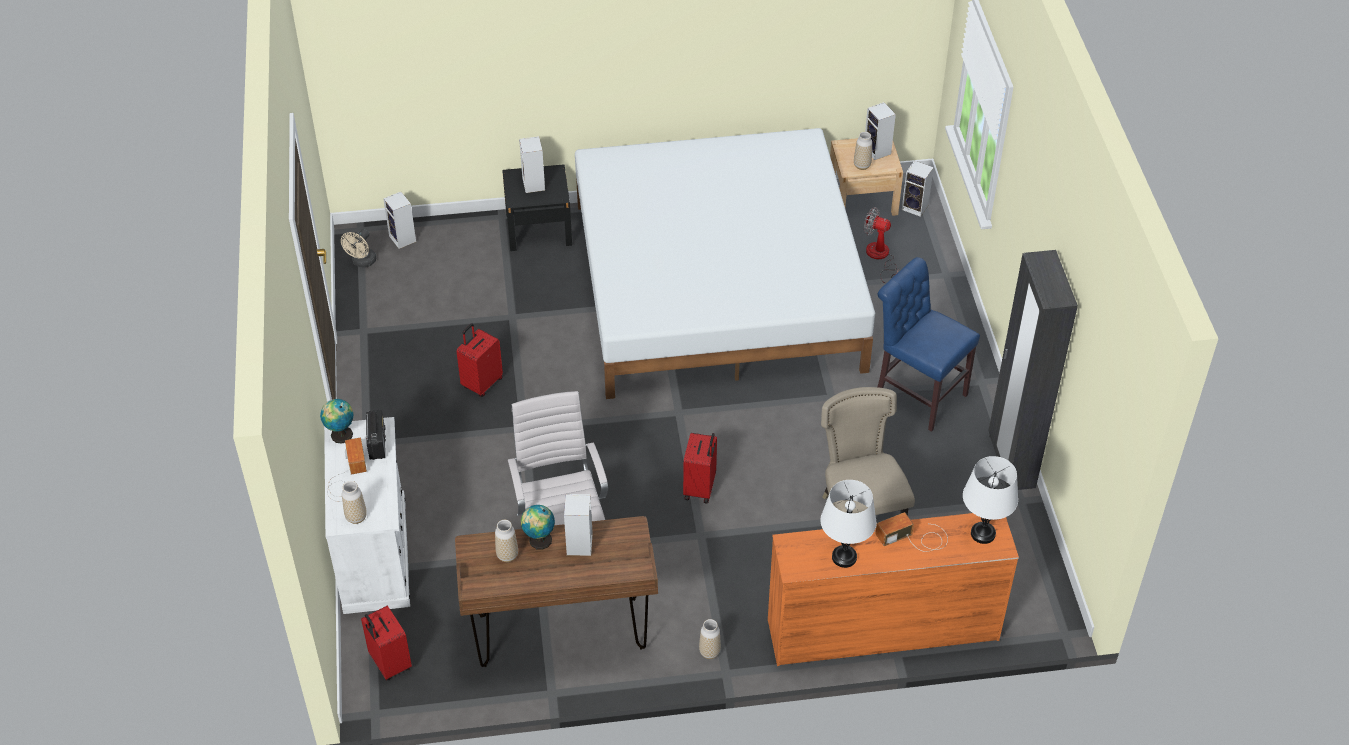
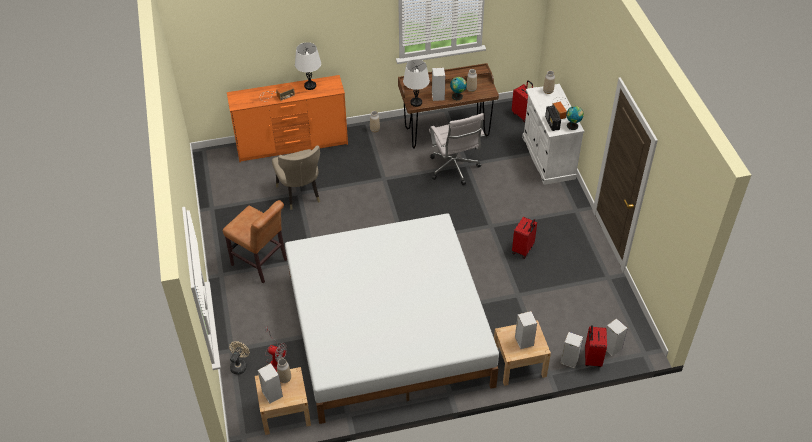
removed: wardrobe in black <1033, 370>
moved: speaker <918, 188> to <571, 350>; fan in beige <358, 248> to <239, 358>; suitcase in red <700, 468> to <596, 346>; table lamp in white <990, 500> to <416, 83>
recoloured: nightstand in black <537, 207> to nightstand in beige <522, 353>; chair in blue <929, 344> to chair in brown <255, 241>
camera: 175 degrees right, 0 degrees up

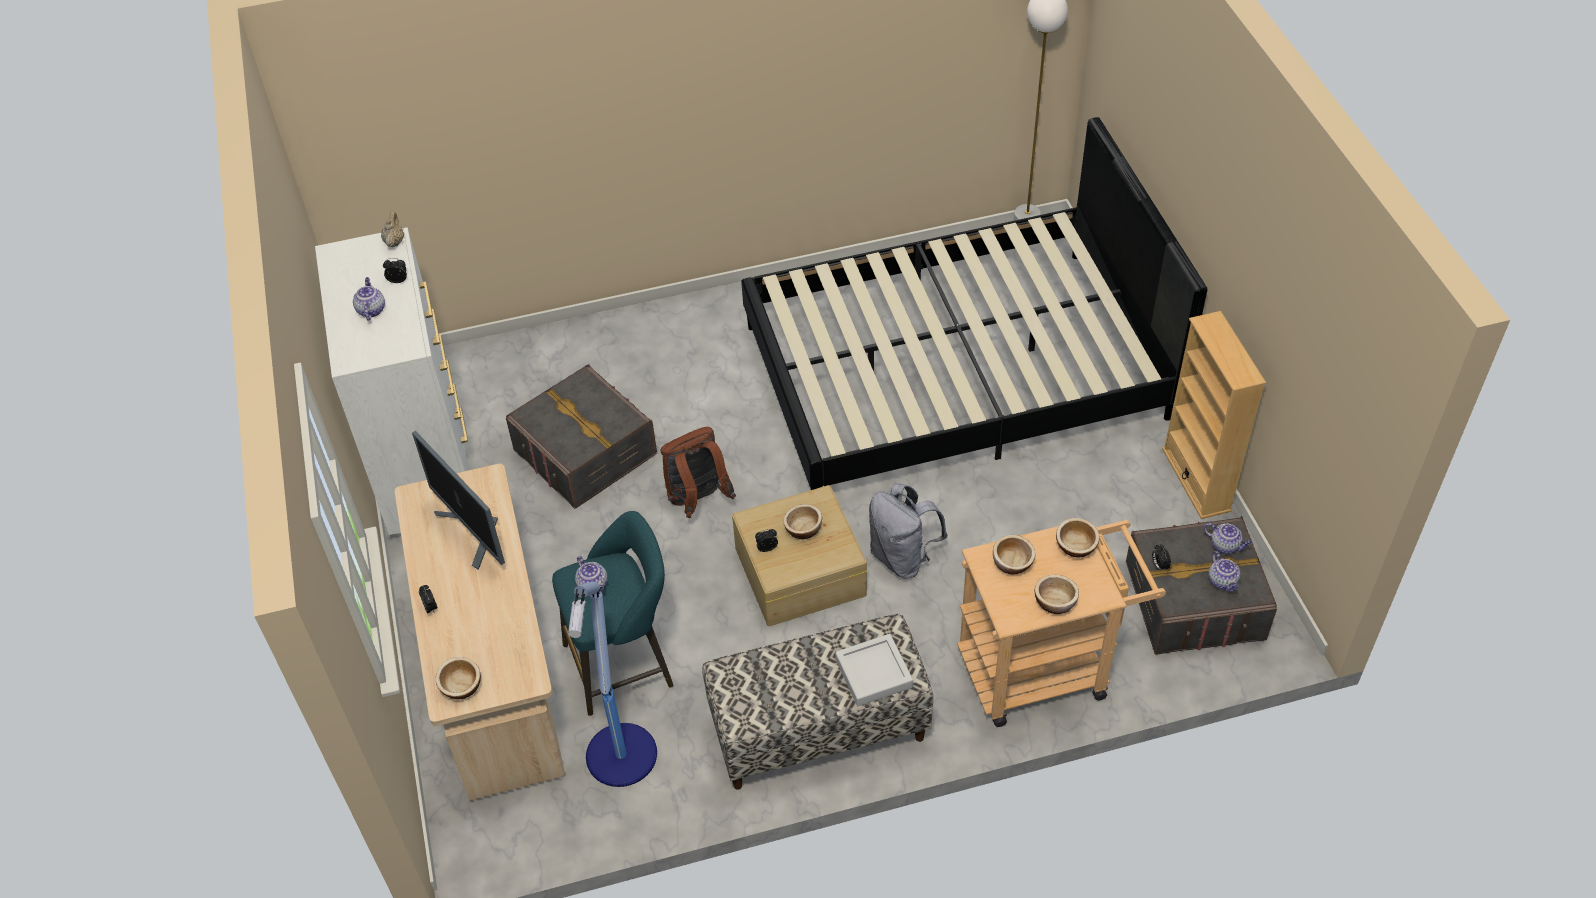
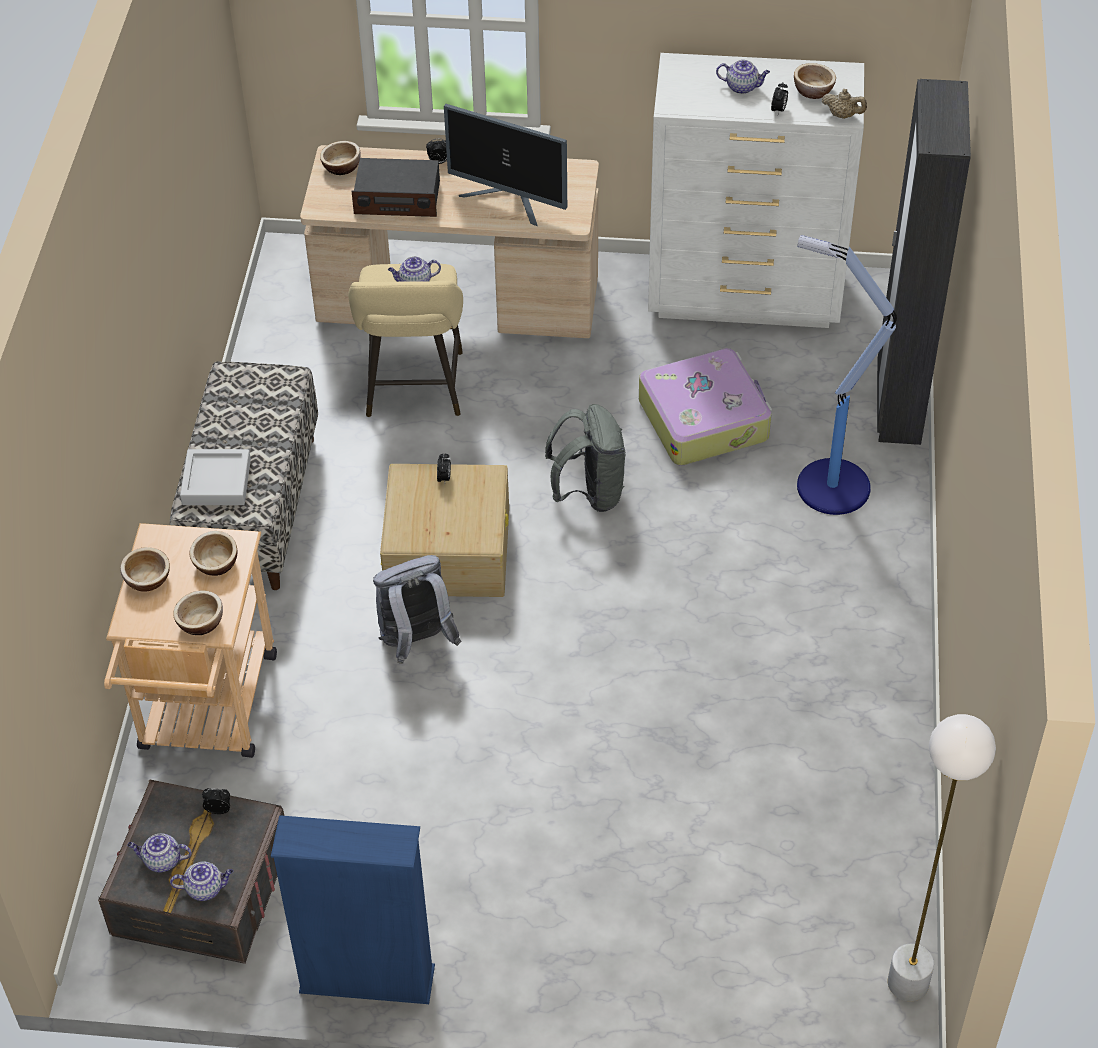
removed: bed in black <974, 303>
added: wardrobe in black <924, 262>; radio <395, 187>
moved: bowl <802, 521> to <815, 81>; floor lamp <612, 684> to <847, 375>
replaced: storage box in grey <581, 436> to suitcase <705, 407>
recoloured: bookcase in beige <1214, 415> to bookcase in blue <353, 909>; backpack in brown <698, 472> to backpack in grey <585, 458>; stool in turquoise <612, 613> to stool in beige <405, 340>
turned: monitor <458, 500> = <505, 165> 135 degrees counterclockwise; teapot <1228, 538> = <201, 881> 150 degrees counterclockwise
camera: 110 degrees right, 0 degrees up

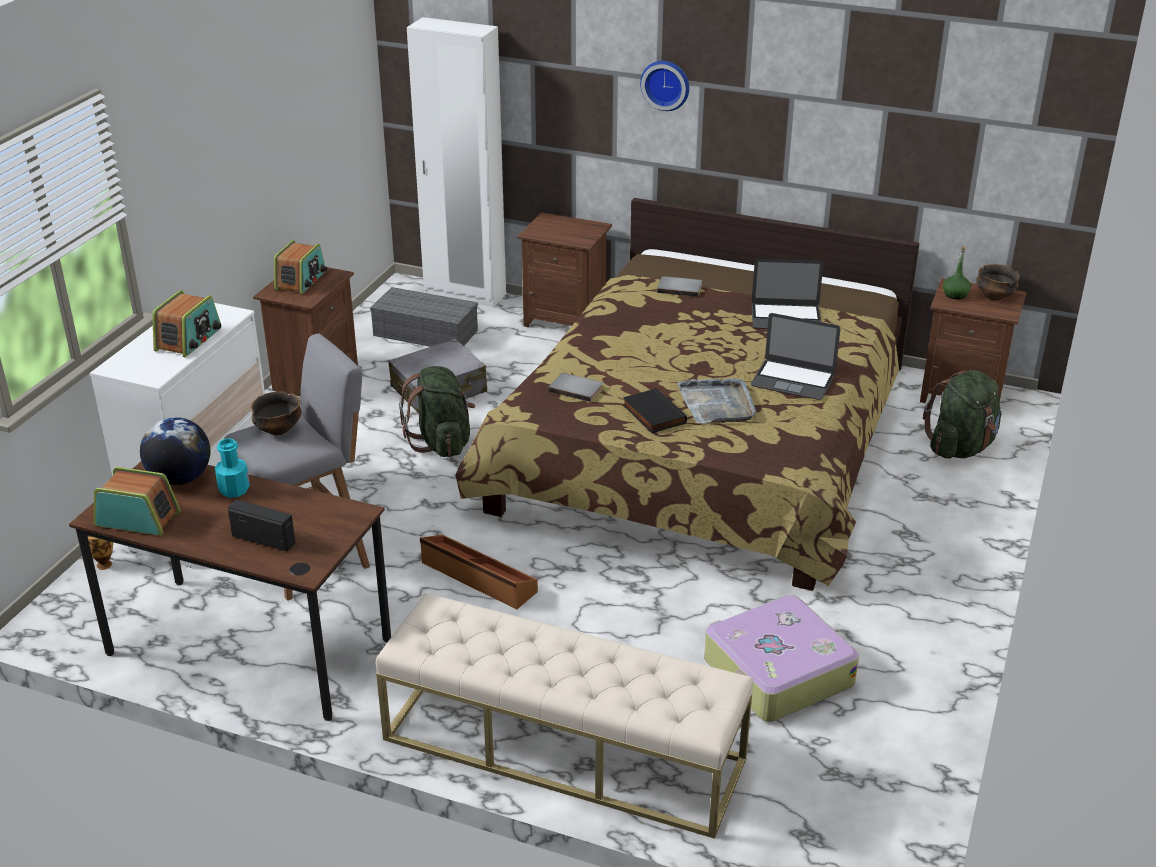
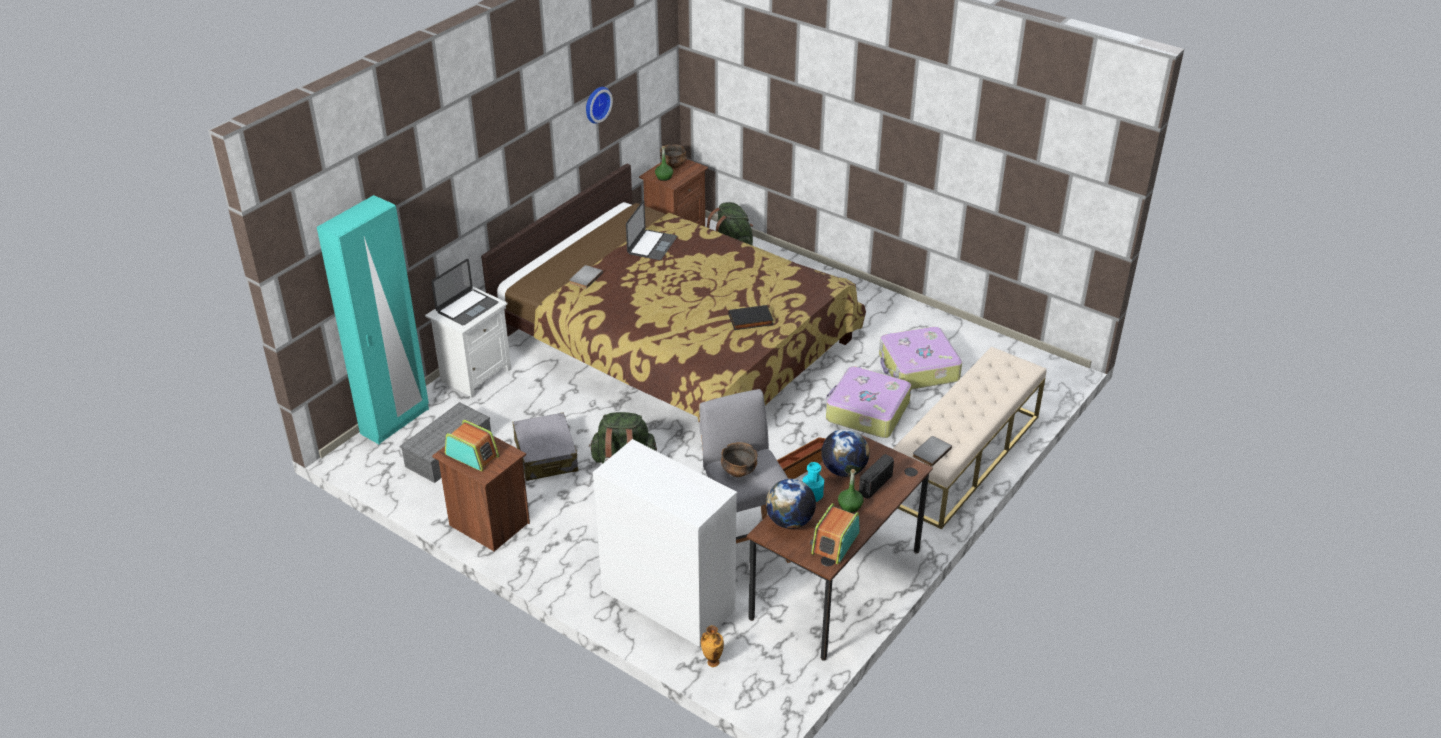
removed: radio <186, 323>; tray in grey <717, 400>
added: suitcase <868, 402>; globe <845, 453>; bottle in green <851, 491>
moved: wall clock <664, 86> to <599, 105>; laptop <795, 356> to <464, 292>; book in grey <575, 387> to <932, 451>
recoloured: wardrobe in white <456, 162> to wardrobe in turquoise <373, 319>; nightstand in brown <564, 269> to nightstand in white <468, 342>
camera: 75 degrees left, 5 degrees up

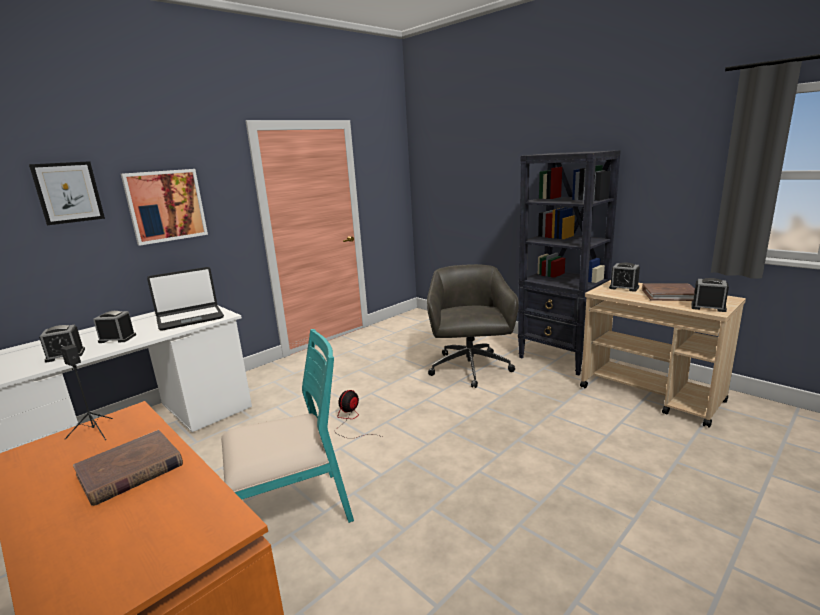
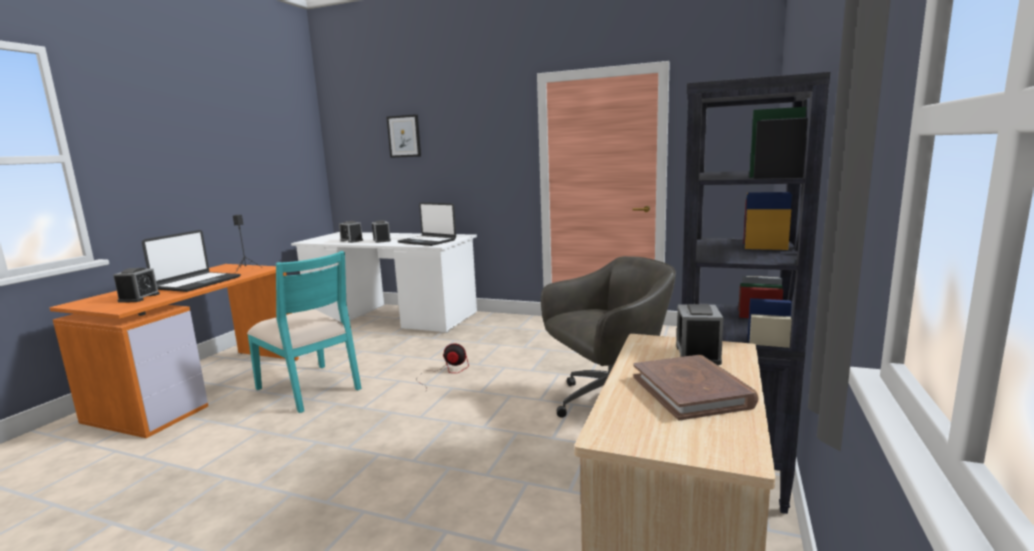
removed: picture <164, 207>
moved: alarm clock <710, 295> to <136, 285>
replaced: book in brown <128, 468> to laptop <191, 261>
camera: 65 degrees right, 5 degrees down

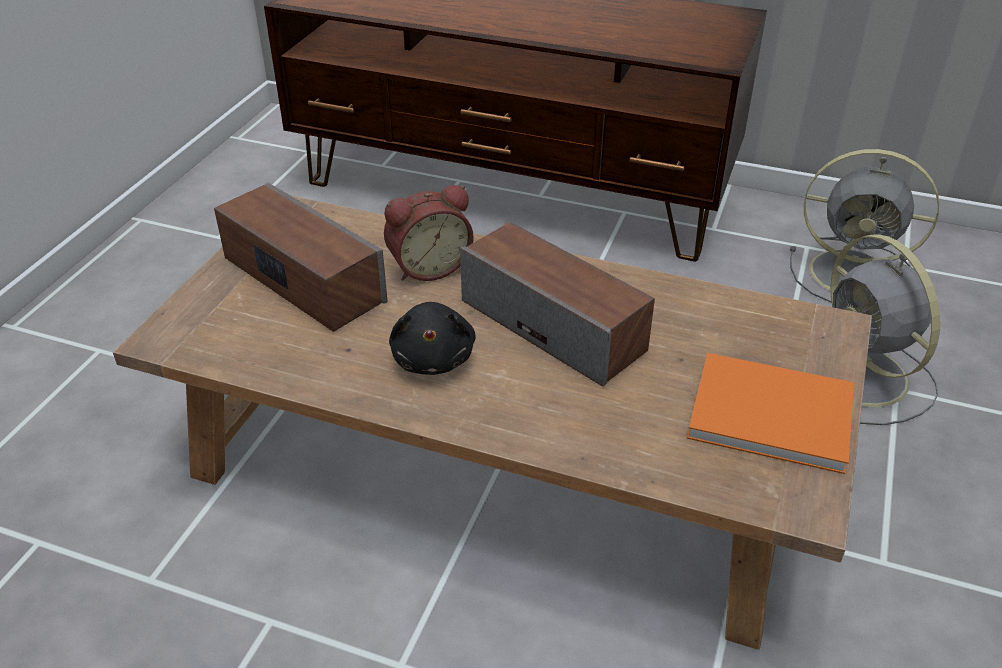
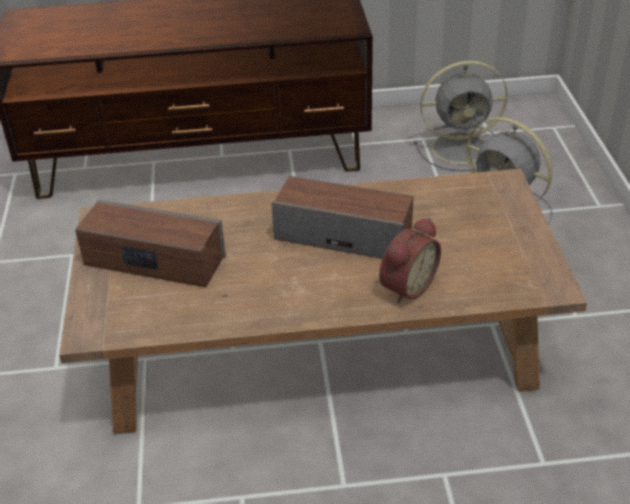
removed: plush toy in black <432, 338>; book in orange <770, 413>
moved: alarm clock <428, 233> to <410, 261>
camera: 25 degrees left, 0 degrees up

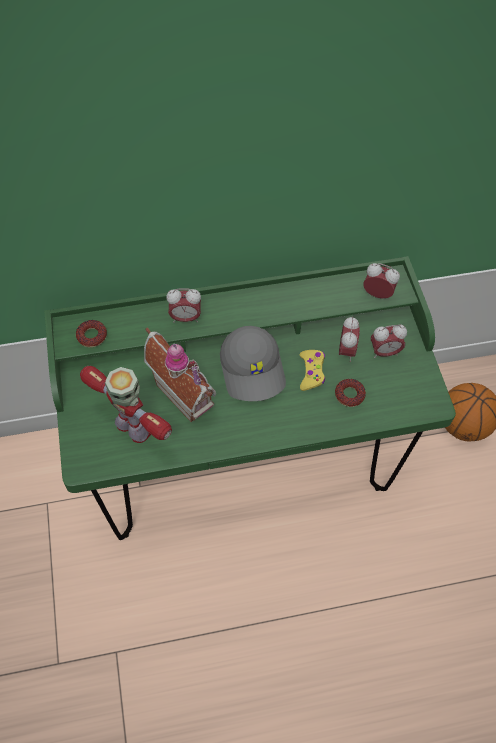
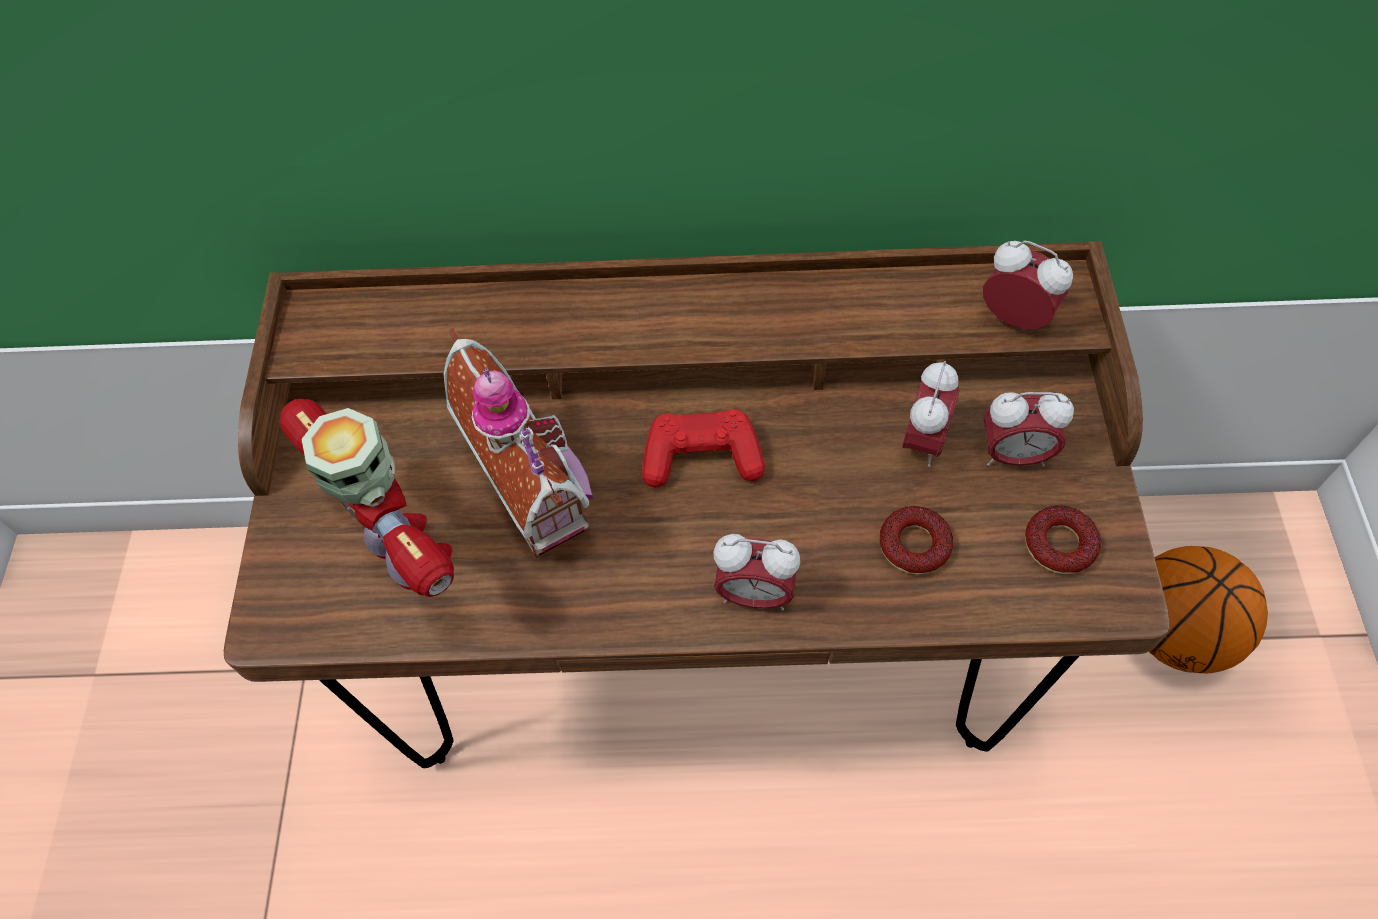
removed: game controller in yellow <312, 370>
moved: alarm clock <183, 306> to <757, 572>; donut <91, 333> to <1063, 539>
replaced: cap in grey <253, 363> to game controller in red <703, 448>
recoloured: desk in green <250, 398> to desk in brown <697, 504>
camera: 15 degrees right, 0 degrees up

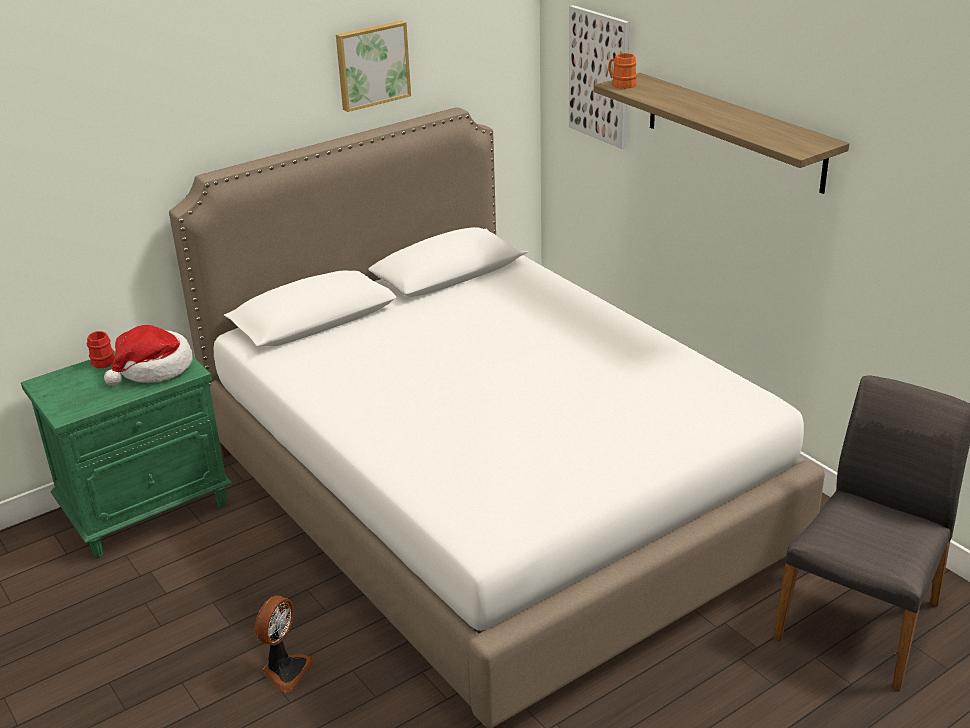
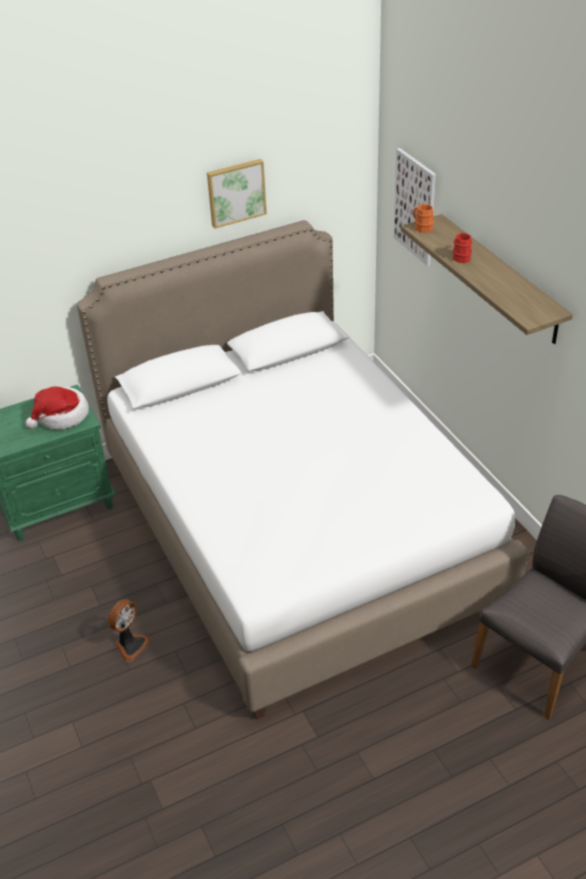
moved: mug in red <100, 349> to <462, 248>
camera: 10 degrees right, 10 degrees up

